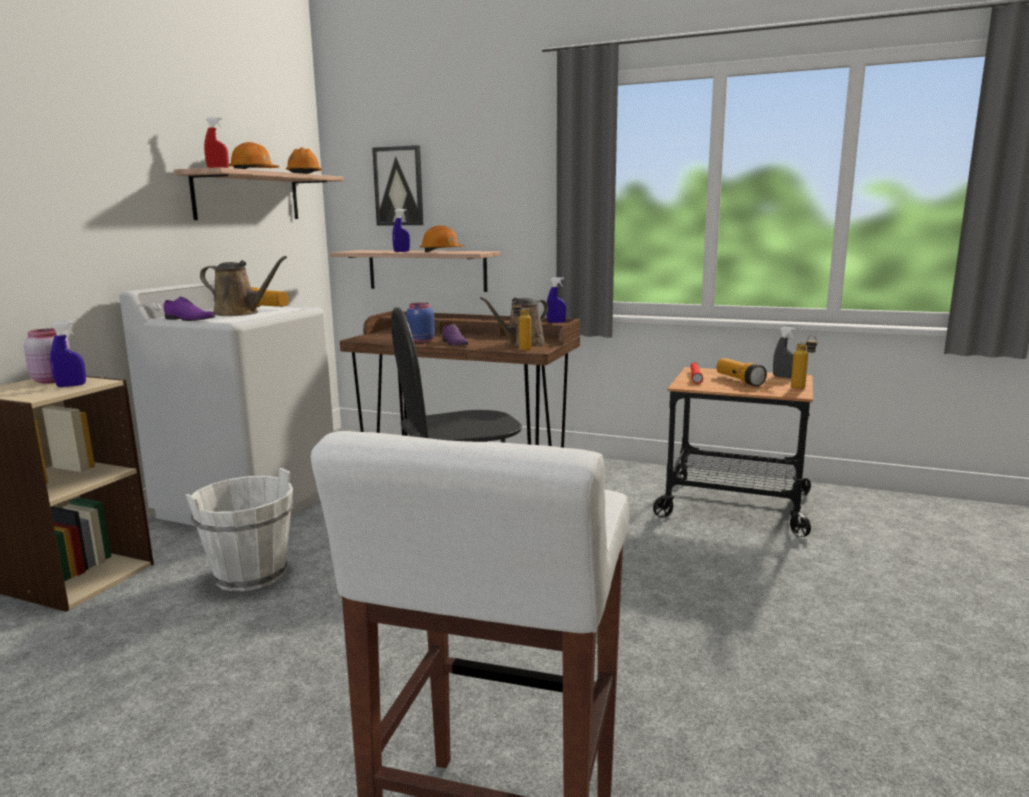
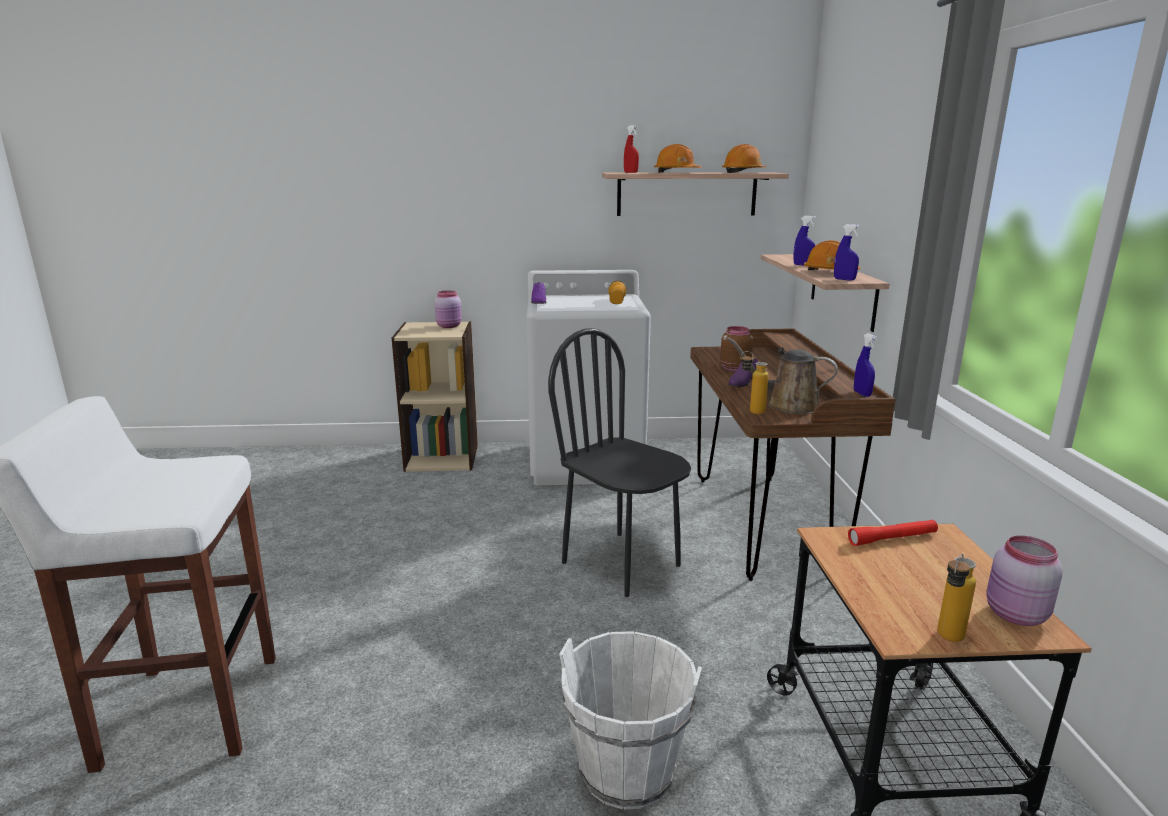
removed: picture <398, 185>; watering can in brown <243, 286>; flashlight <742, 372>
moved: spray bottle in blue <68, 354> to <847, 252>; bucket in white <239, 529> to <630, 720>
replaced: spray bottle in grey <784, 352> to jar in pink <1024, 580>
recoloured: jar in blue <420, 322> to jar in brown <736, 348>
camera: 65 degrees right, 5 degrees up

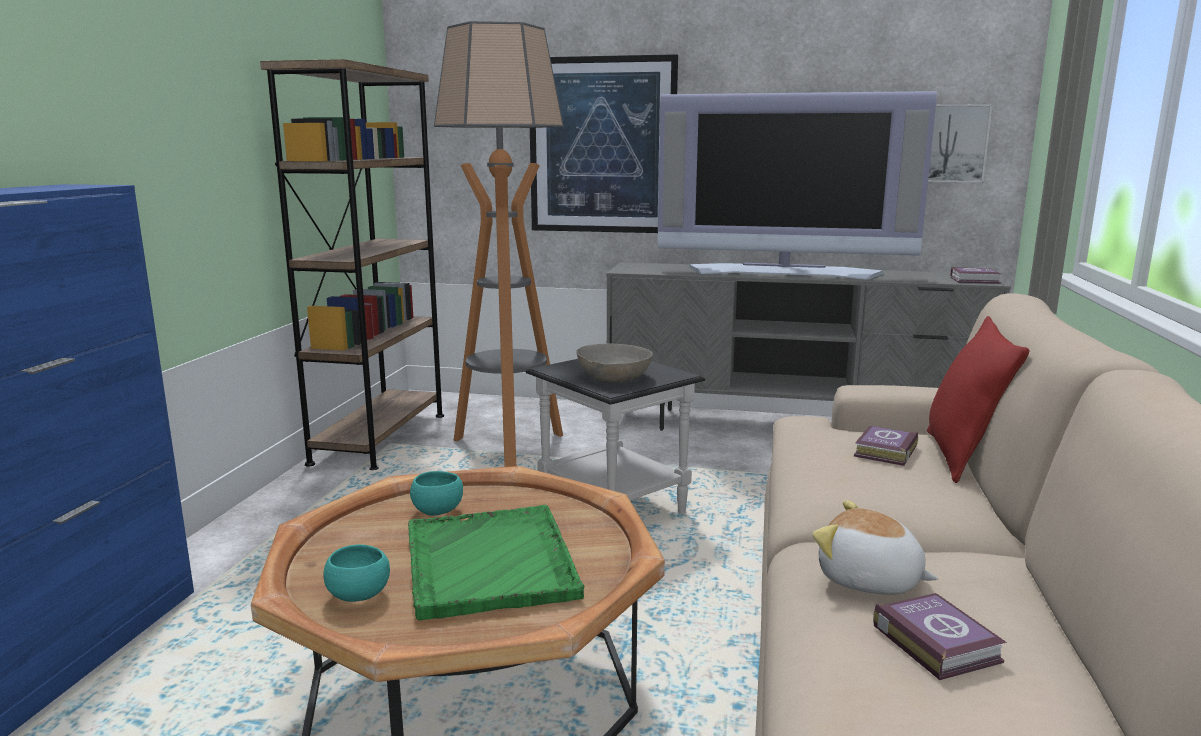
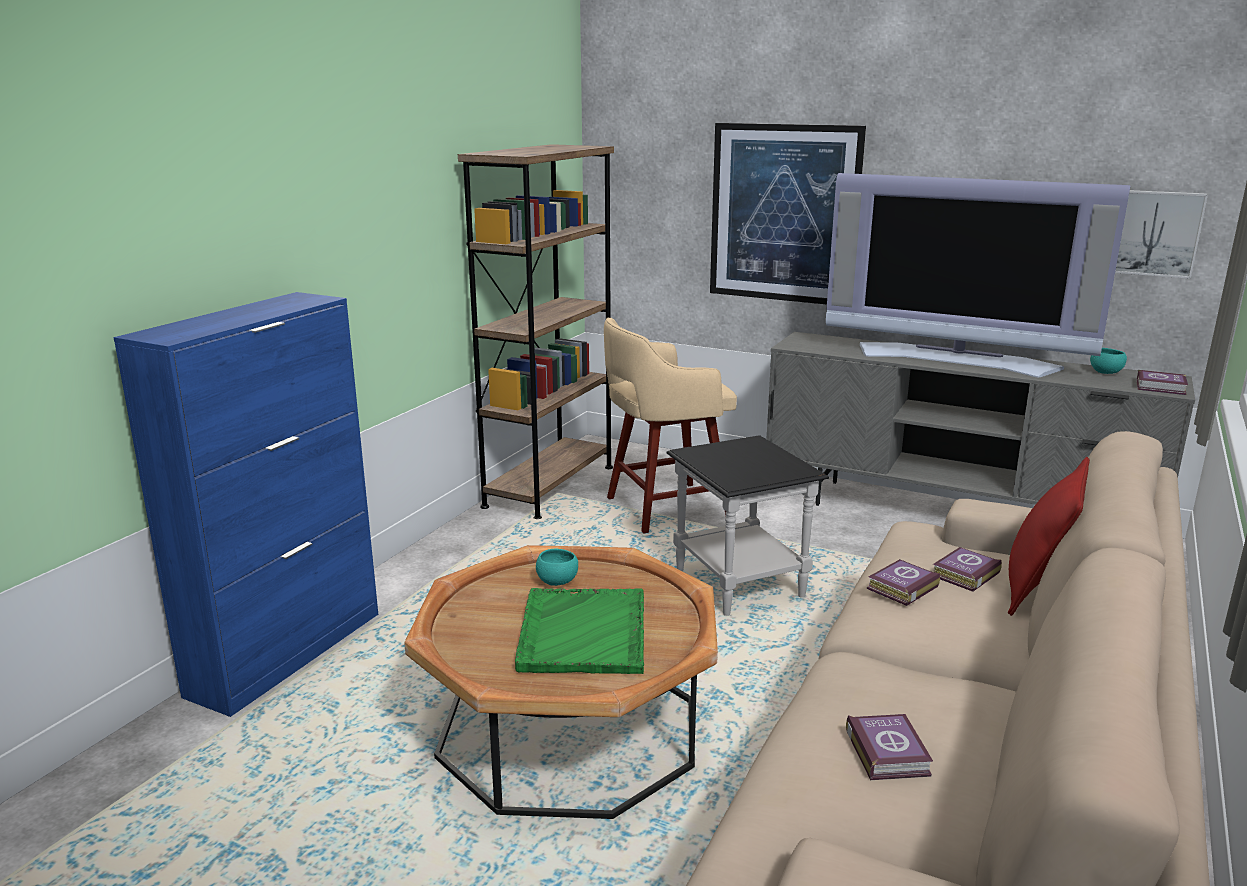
removed: bowl in grey <614, 362>; plush toy <875, 547>
added: book <903, 582>
moved: bowl in turquoise <356, 573> to <1108, 361>
replaced: floor lamp <499, 244> to stool in beige <670, 425>
camera: 15 degrees right, 5 degrees up

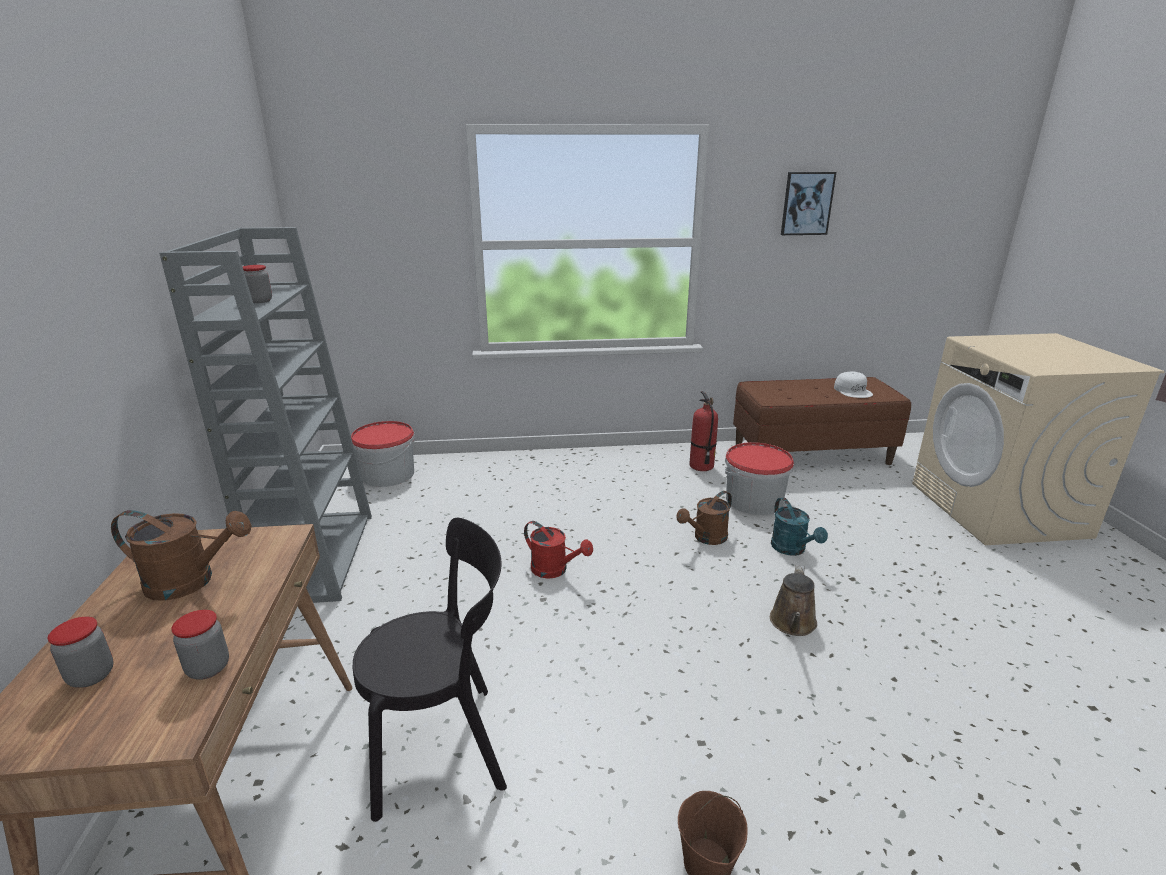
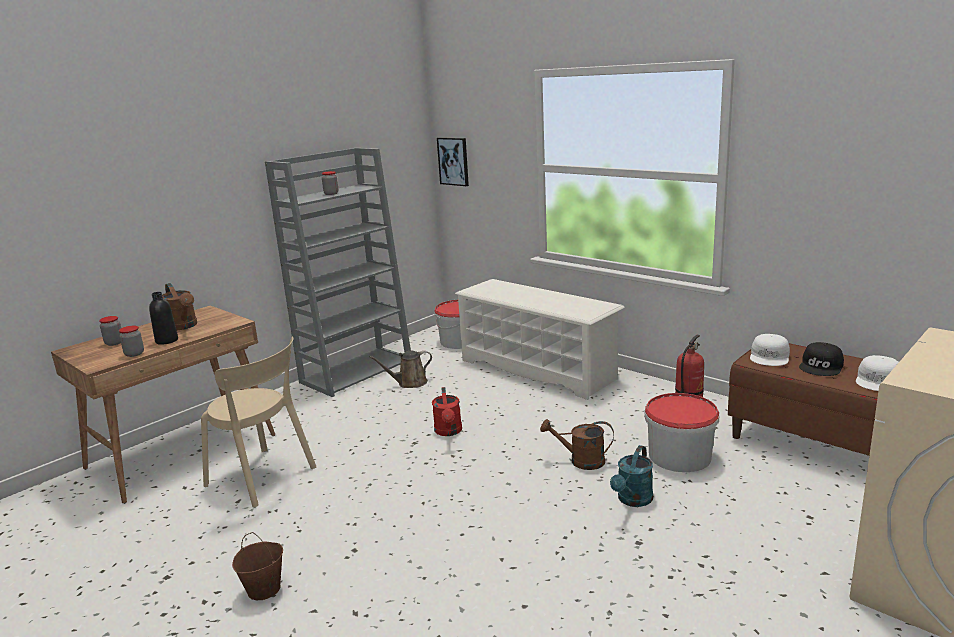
added: shoe rack in white <540, 339>; bottle in black <163, 318>; cap in white <770, 350>; cap in black <821, 359>
moved: picture <808, 203> to <453, 161>; watering can in brown <793, 600> to <400, 369>
recoloured: chair in black <430, 670> to chair in beige <258, 422>
camera: 50 degrees right, 5 degrees down

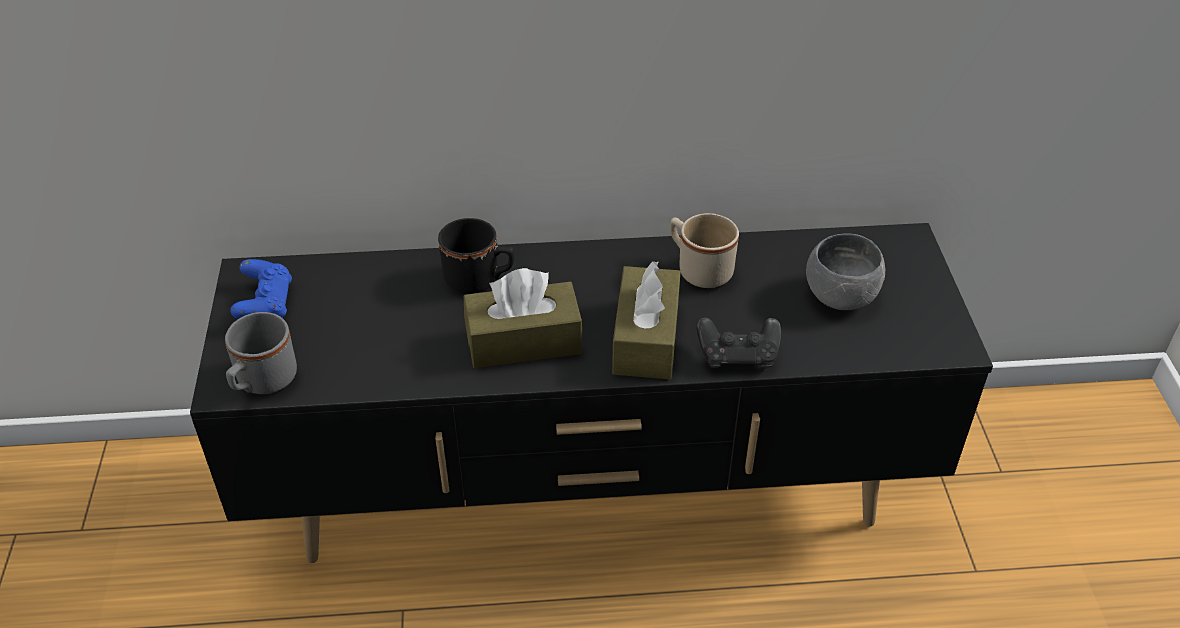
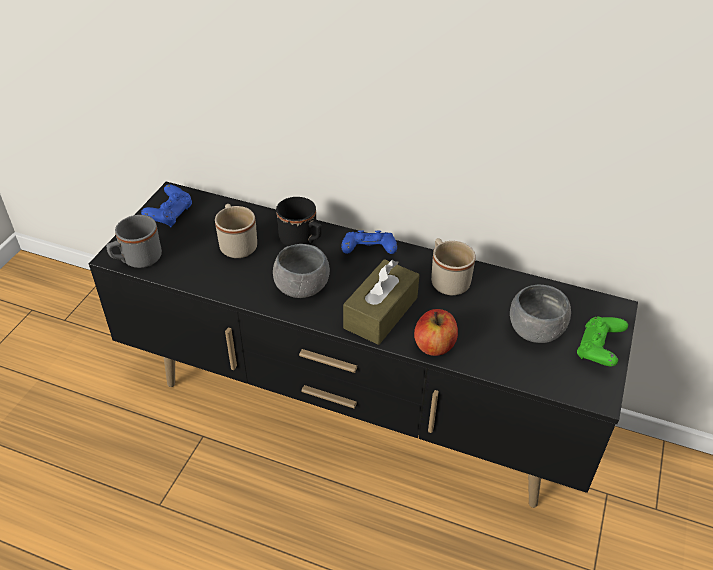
added: mug in beige <236, 231>; game controller in blue <369, 242>; game controller in green <602, 341>
replaced: tissue box in brown <523, 318> to bowl in grey <301, 271>; game controller in black <738, 343> to apple <436, 332>
camera: 25 degrees right, 0 degrees up

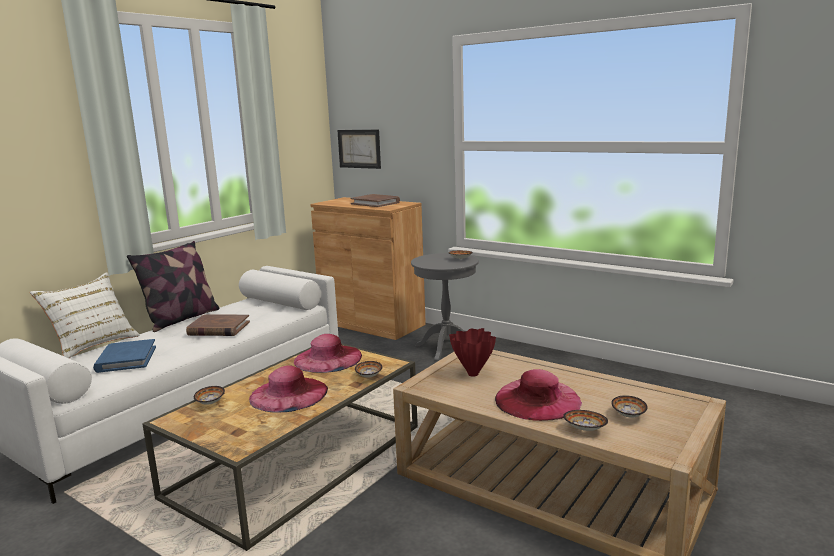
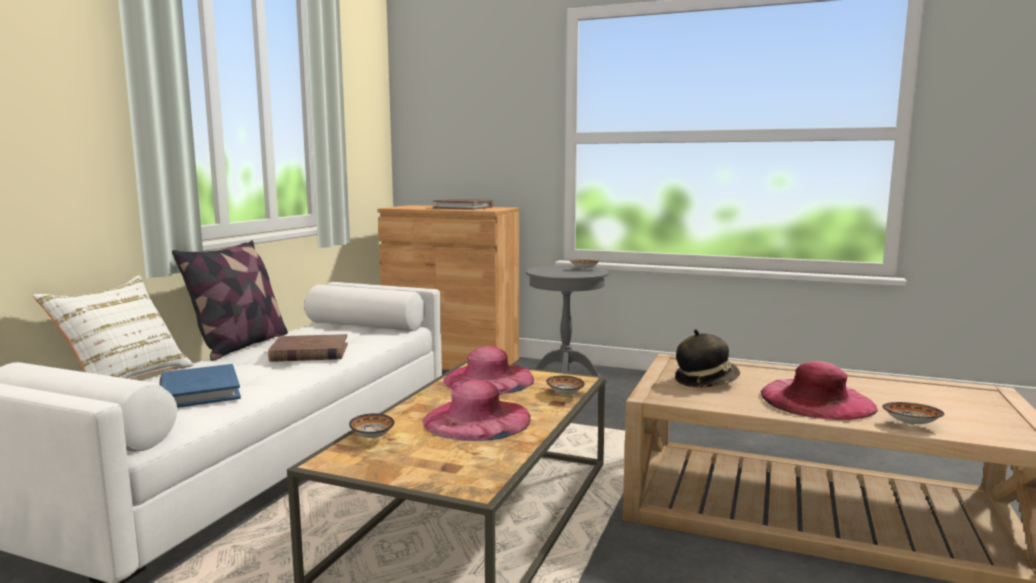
removed: picture <359, 149>; bowl <629, 406>
replaced: vase in red <472, 352> to hat <707, 358>
camera: 15 degrees left, 5 degrees down

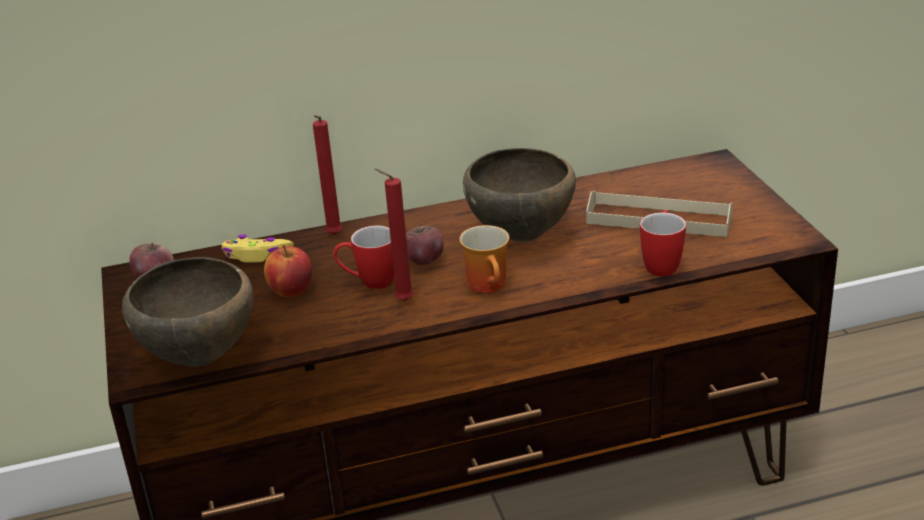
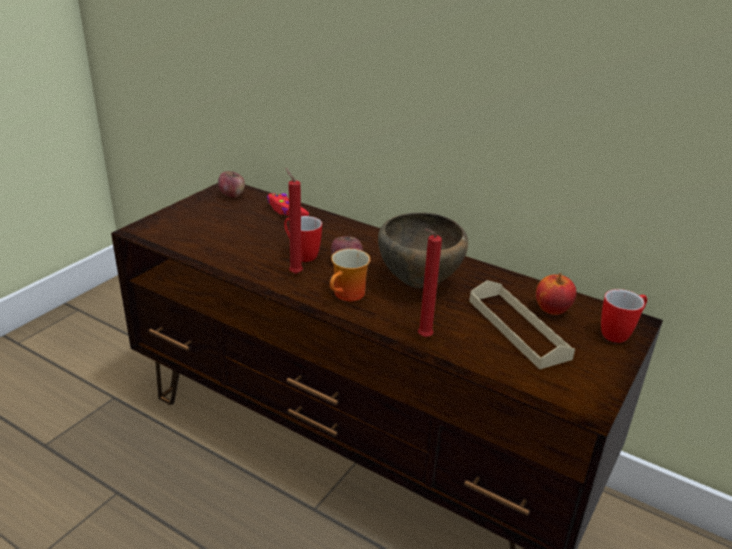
removed: bowl in brown <187, 312>
moved: candle in red <327, 175> to <430, 283>; mug <663, 243> to <624, 316>; apple <288, 270> to <556, 294>
recoloured: game controller in yellow <257, 248> to game controller in red <288, 204>
camera: 45 degrees right, 0 degrees up

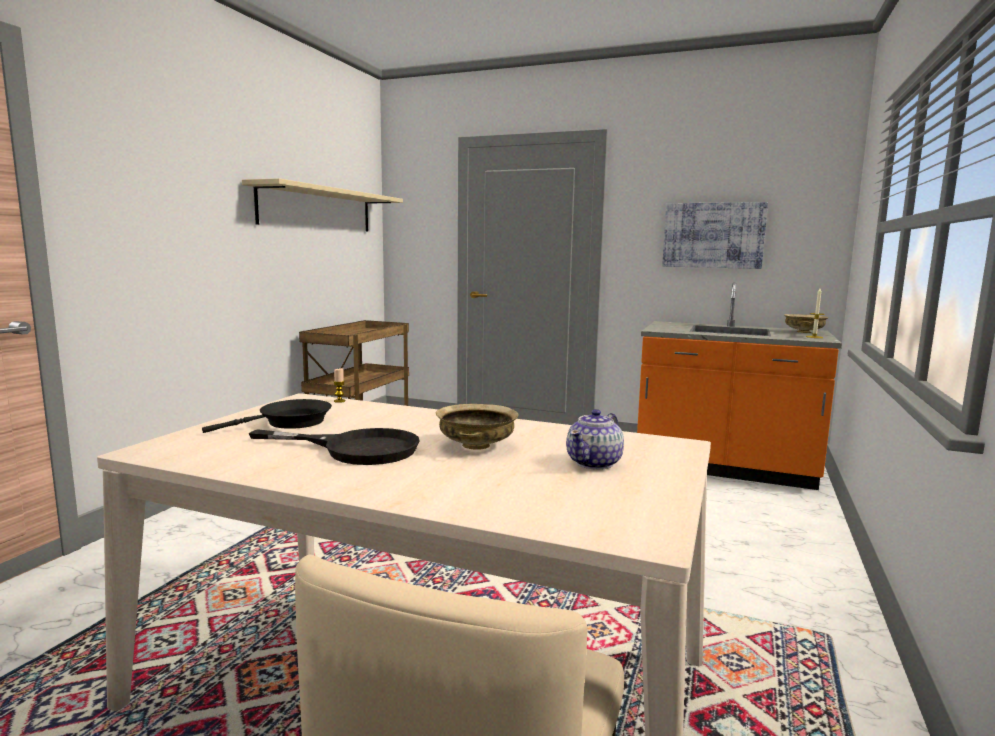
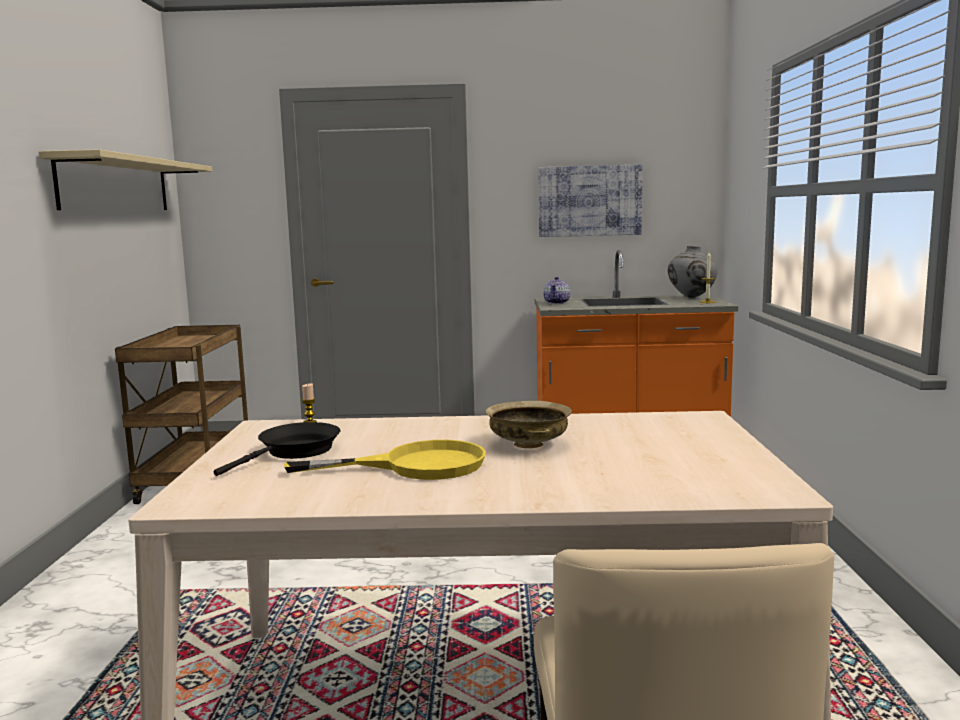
moved: teapot <595, 439> to <557, 290>
replaced: bowl in beige <806, 323> to vase in grey <693, 272>
recoloured: frying pan in black <334, 446> to frying pan in yellow <385, 460>
camera: 20 degrees left, 0 degrees up

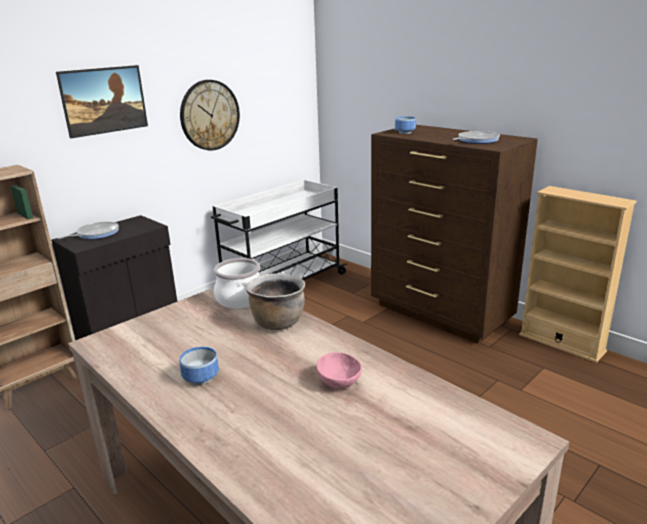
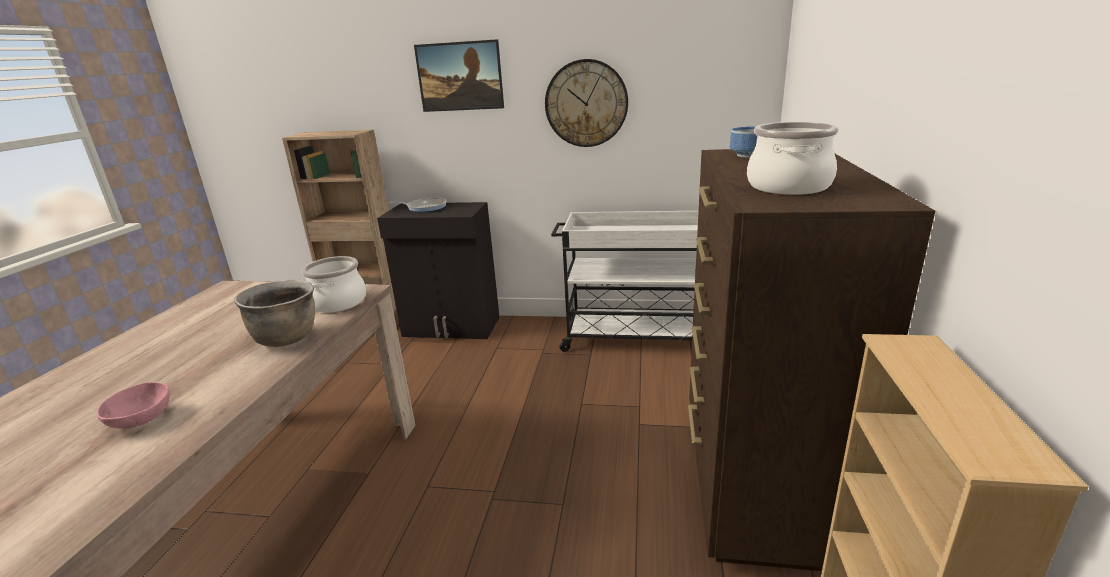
removed: bowl <199, 366>
replaced: frying pan <476, 137> to cooking pot <793, 158>
camera: 55 degrees right, 0 degrees up

